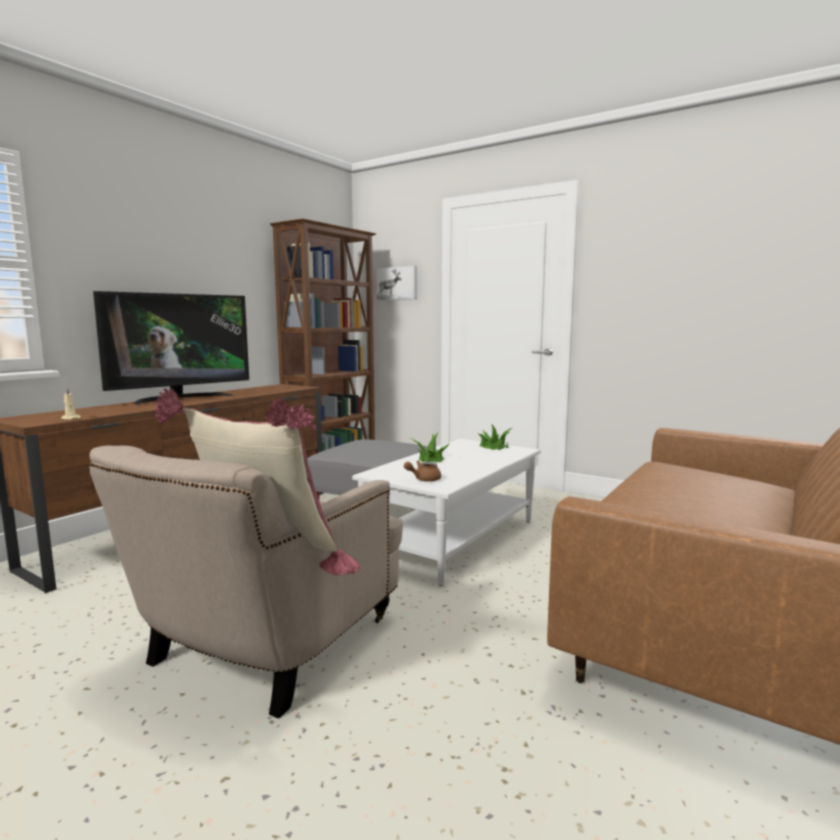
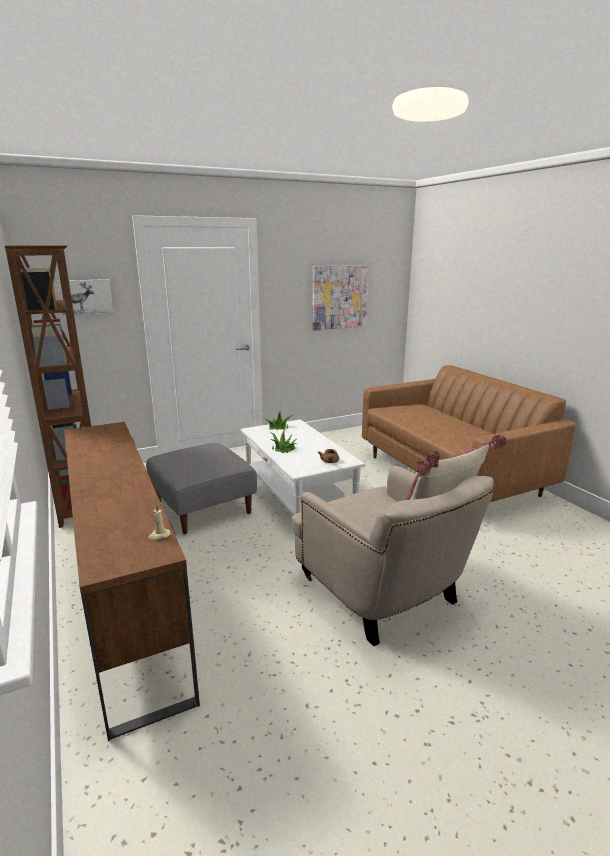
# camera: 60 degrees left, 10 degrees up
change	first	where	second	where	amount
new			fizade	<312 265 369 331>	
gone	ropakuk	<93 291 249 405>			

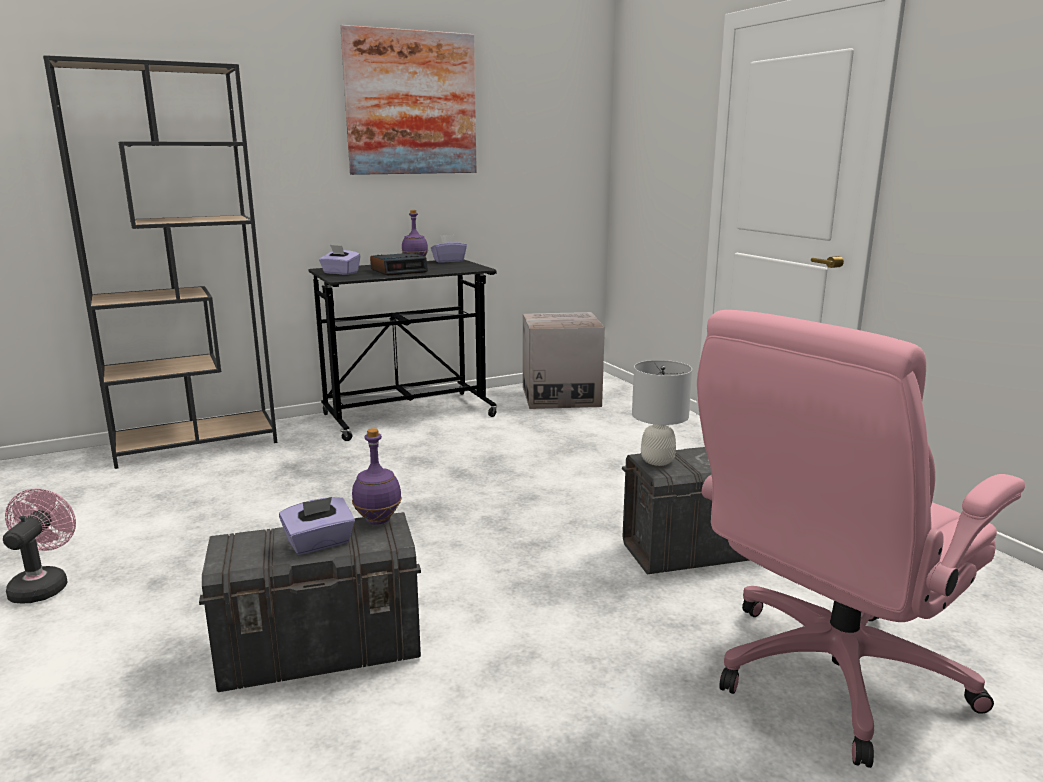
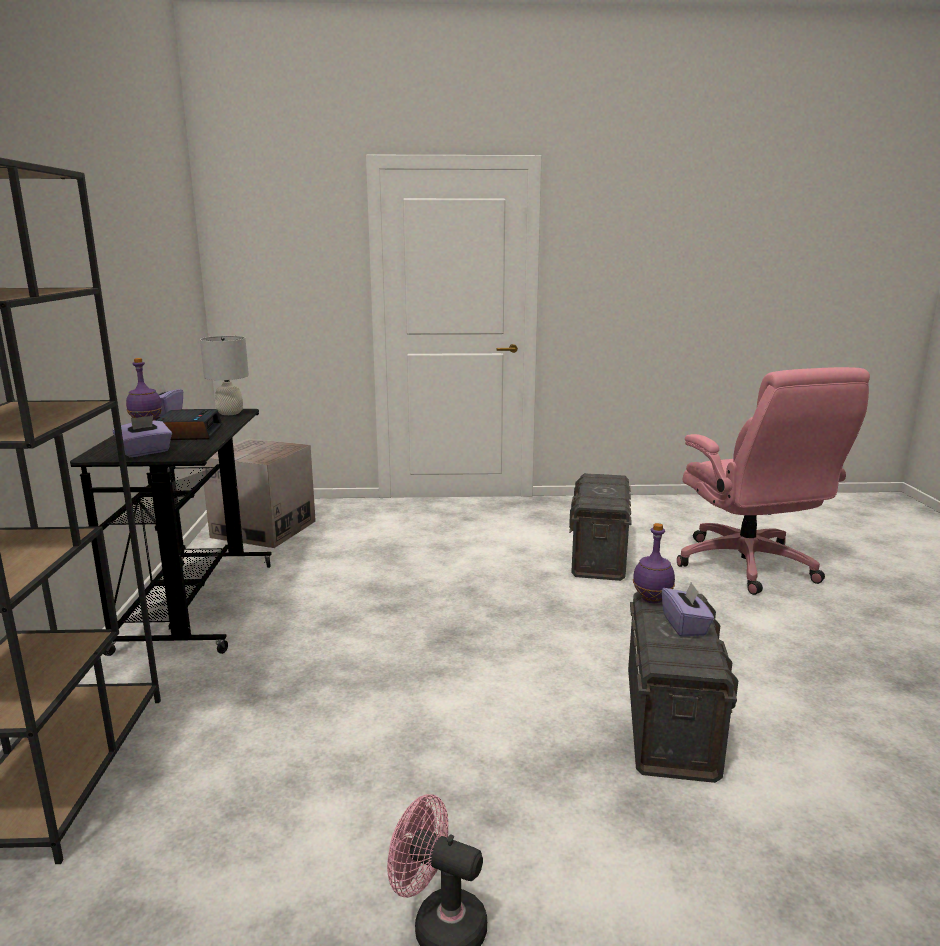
# camera: 65 degrees left, 0 degrees up
change	first	where	second	where	amount
shifted	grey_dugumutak	<632 360 692 466>		<200 336 249 416>	
gone	fizade	<340 25 477 175>			

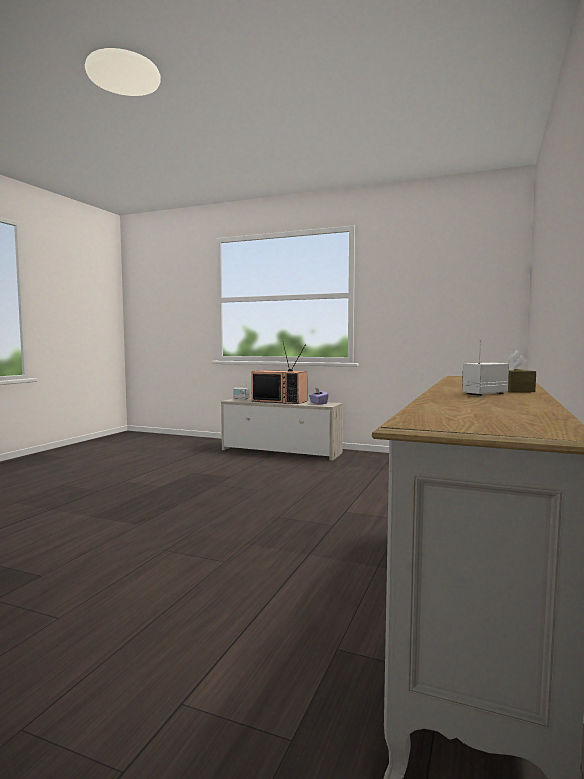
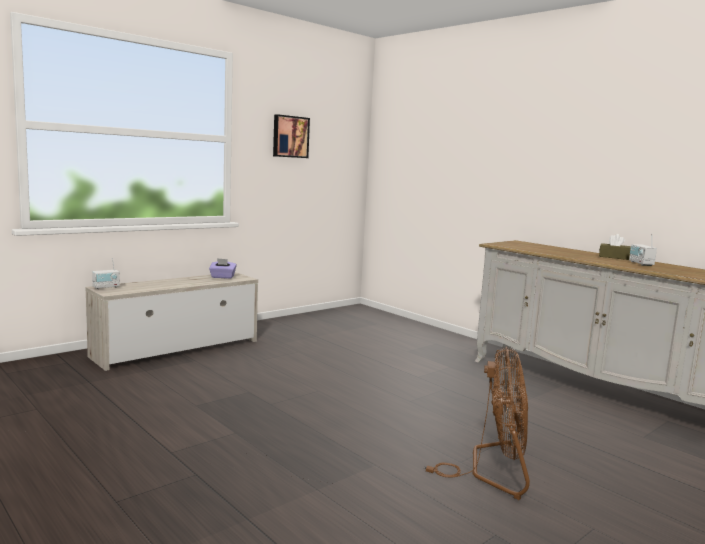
# camera: 65 degrees left, 5 degrees up
change	first	where	second	where	amount
new			fizade	<273 114 310 158>	
new			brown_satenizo	<424 347 530 500>	
gone	ropakuk	<251 341 308 404>			

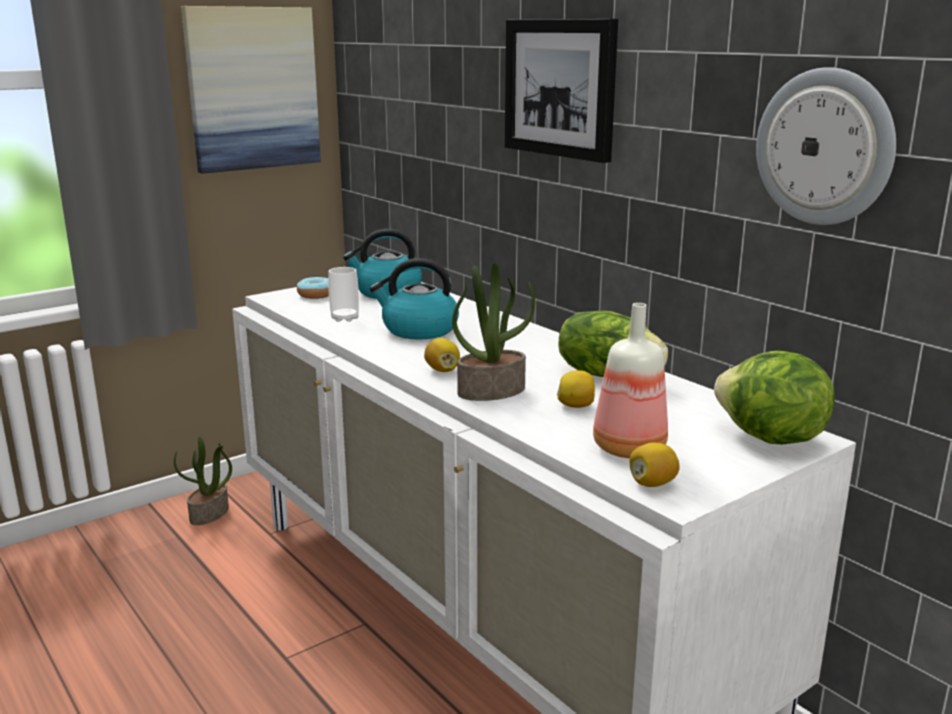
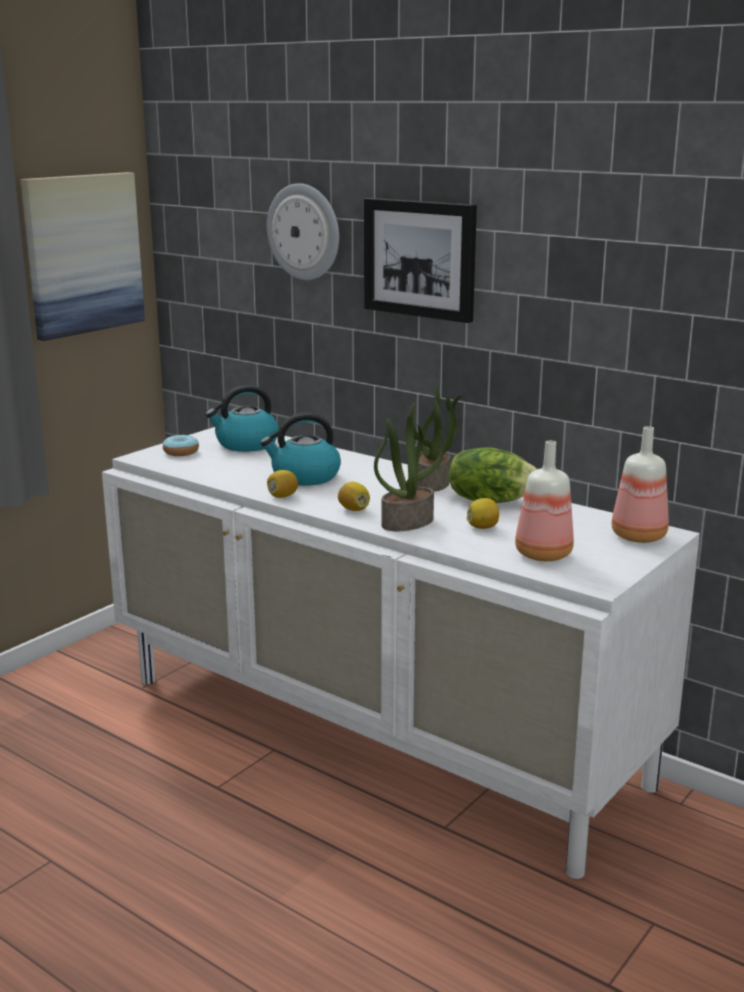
# camera: 15 degrees left, 0 degrees up
change	first	where	second	where	amount
shifted	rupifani	<756 67 896 225>		<267 183 339 280>	
shifted	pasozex	<629 443 680 487>		<267 470 298 498>	
shifted	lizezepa	<174 436 232 525>		<409 386 463 492>	
swapped	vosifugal	<714 351 835 445>	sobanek	<612 426 669 543>	
gone	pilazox	<328 267 359 322>			

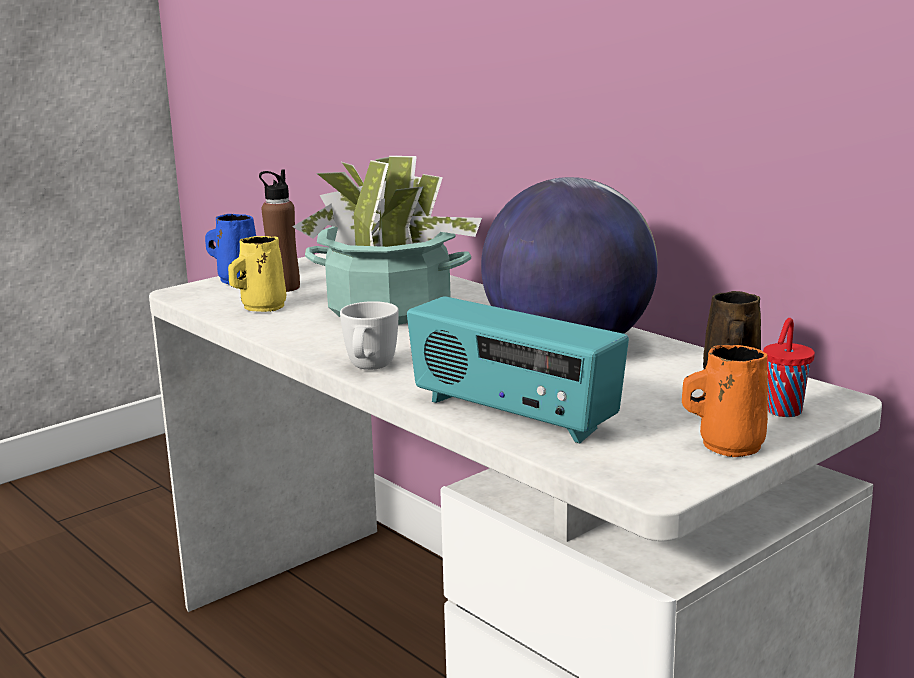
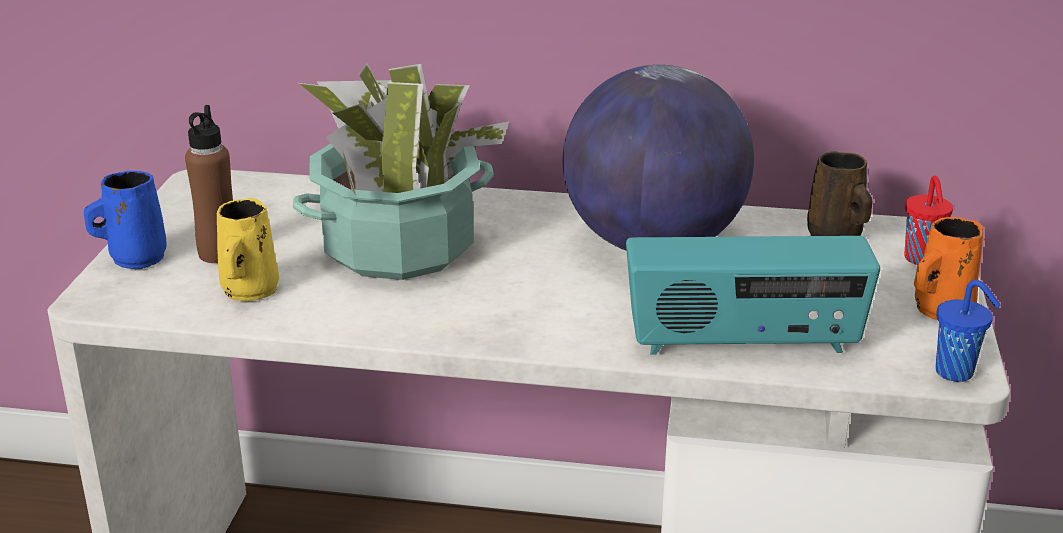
# camera: 40 degrees left, 10 degrees up
change	first	where	second	where	amount
new			blue_pilazox	<936 280 1001 382>	
gone	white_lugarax	<340 301 399 370>			

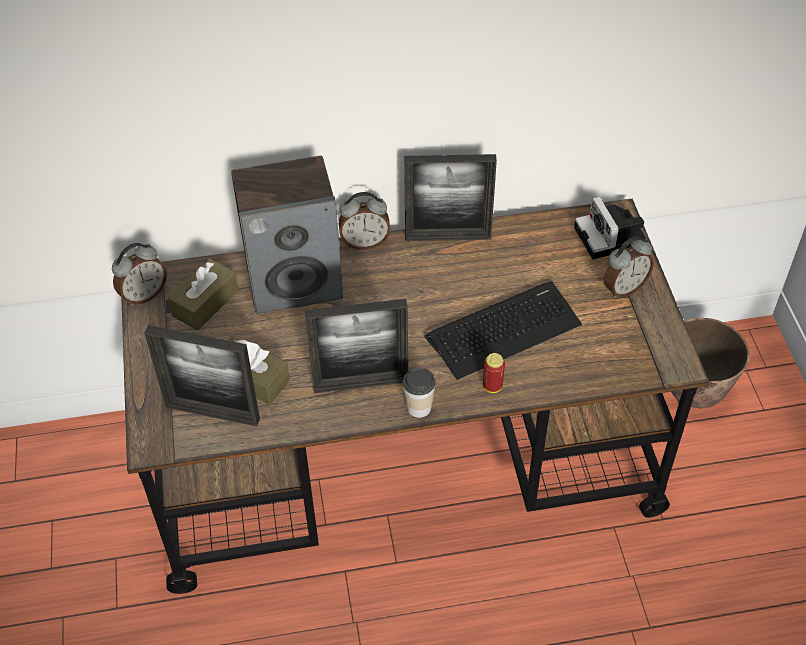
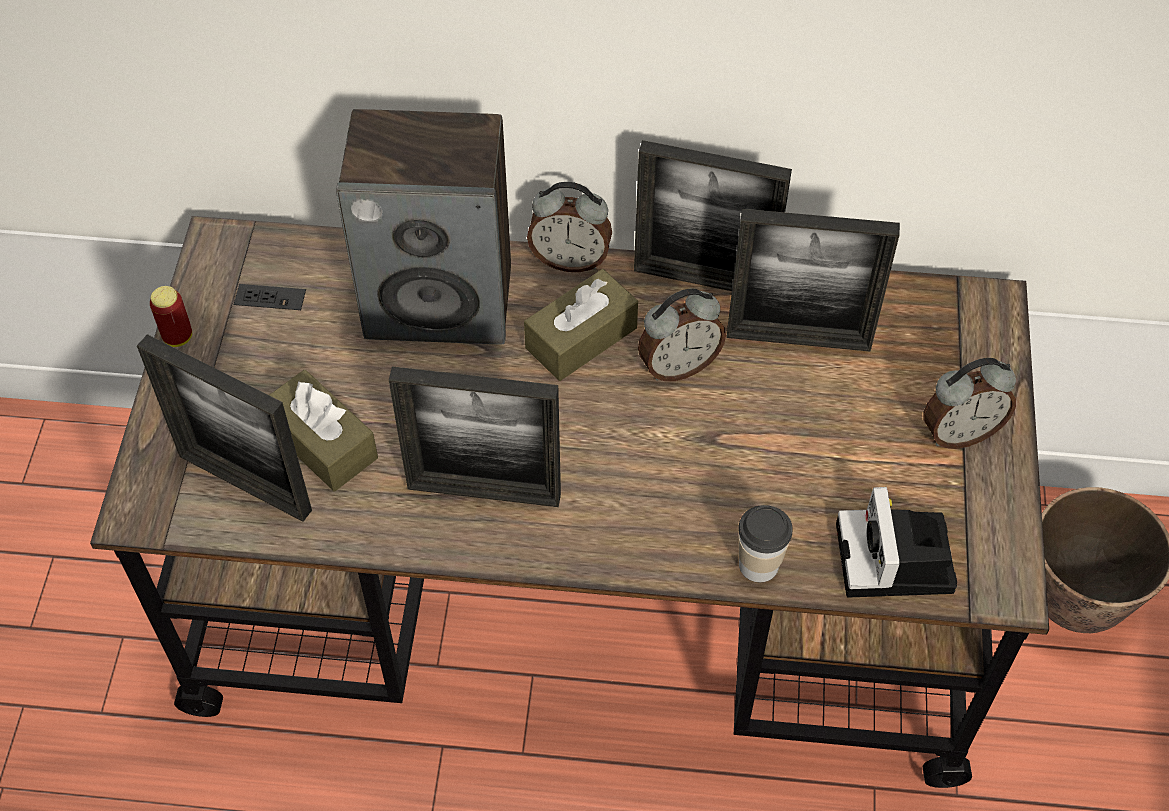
# camera: 15 degrees right, 5 degrees up
change	first	where	second	where	amount
shifted	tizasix	<483 353 505 393>		<150 286 192 347>	
shifted	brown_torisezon	<168 258 238 330>		<524 269 638 381>	
shifted	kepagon	<112 243 167 306>		<638 288 726 381>	
new			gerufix	<727 209 900 352>	
shifted	pilazox	<403 367 435 418>		<738 505 793 582>	
shifted	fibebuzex	<574 196 648 260>		<836 487 957 598>	
gone	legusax	<425 281 582 380>			

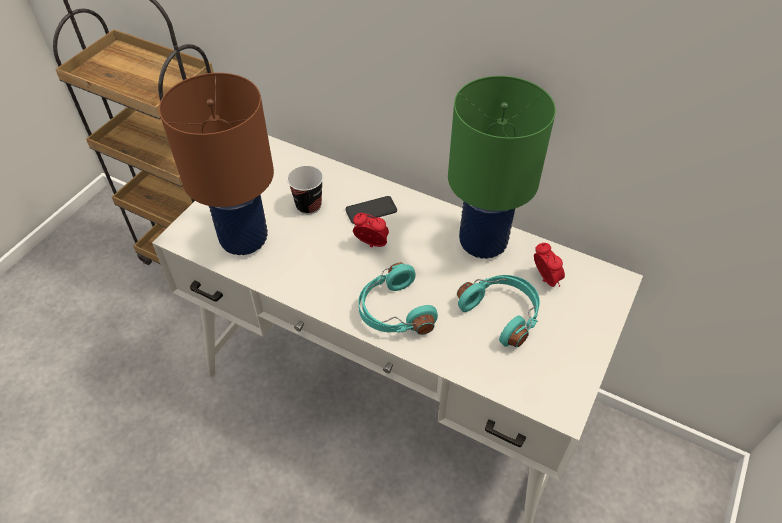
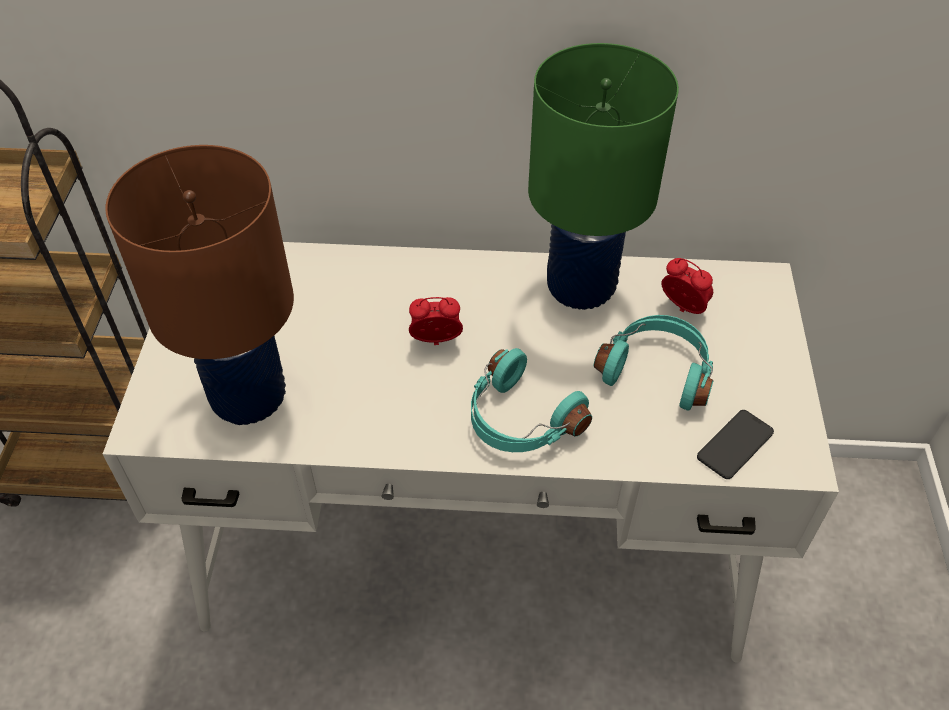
# camera: 25 degrees left, 0 degrees up
change	first	where	second	where	amount
shifted	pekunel	<345 196 397 224>		<697 410 774 479>	
gone	pilazox	<287 166 323 214>			

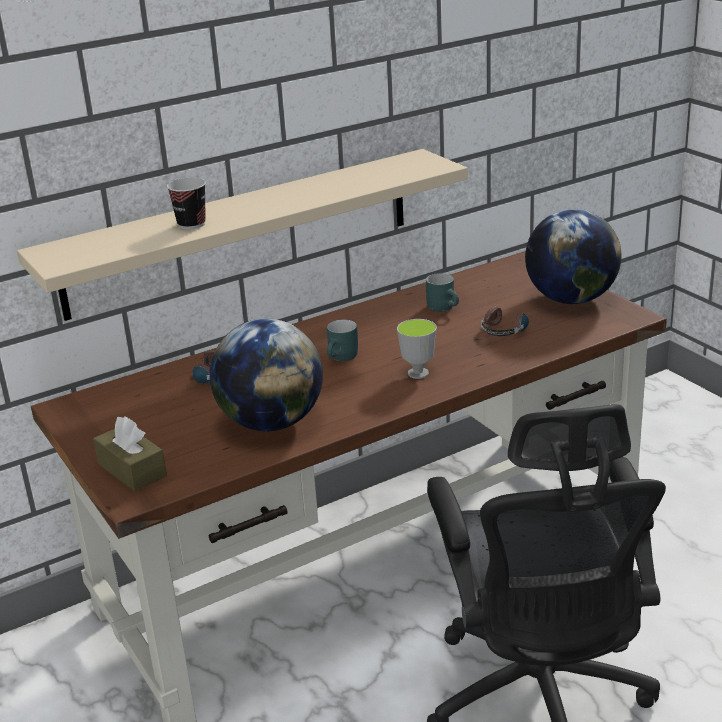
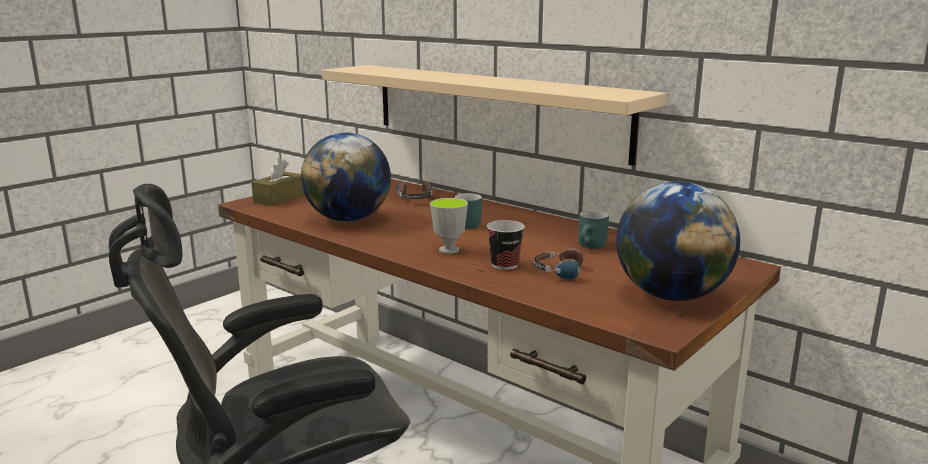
# camera: 70 degrees right, 10 degrees down
change	first	where	second	where	amount
shifted	pilazox	<167 177 206 230>		<487 220 525 270>	

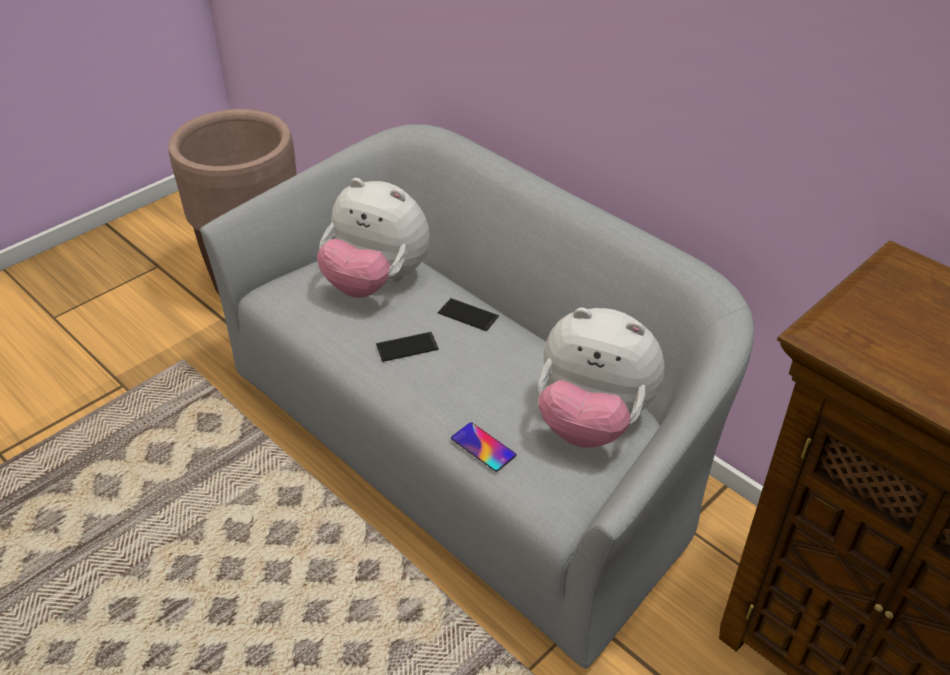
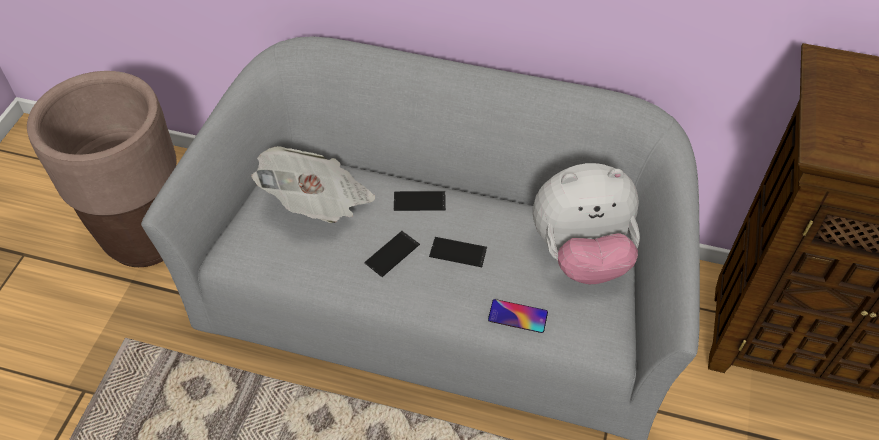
# camera: 30 degrees left, 10 degrees up
change	first	where	second	where	amount
swapped	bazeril	<317 178 430 298>	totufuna	<251 146 375 223>	
new			pekunel	<429 237 487 267>	

